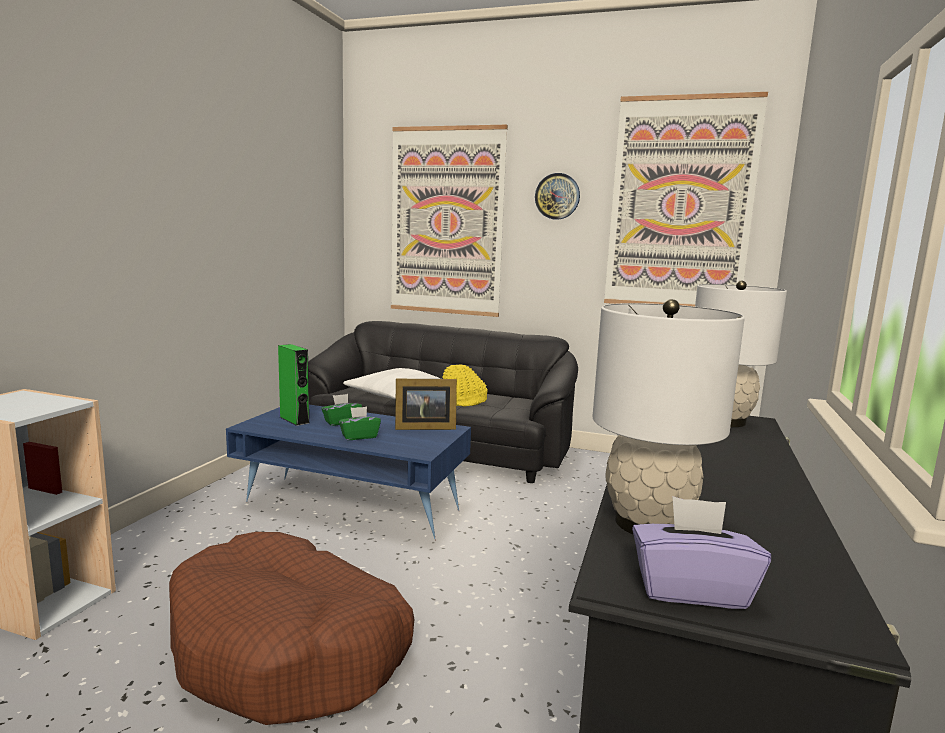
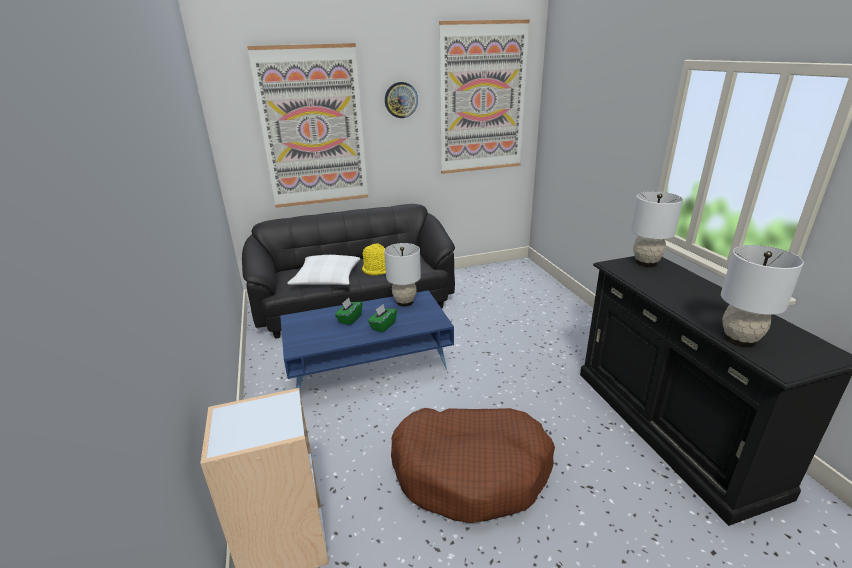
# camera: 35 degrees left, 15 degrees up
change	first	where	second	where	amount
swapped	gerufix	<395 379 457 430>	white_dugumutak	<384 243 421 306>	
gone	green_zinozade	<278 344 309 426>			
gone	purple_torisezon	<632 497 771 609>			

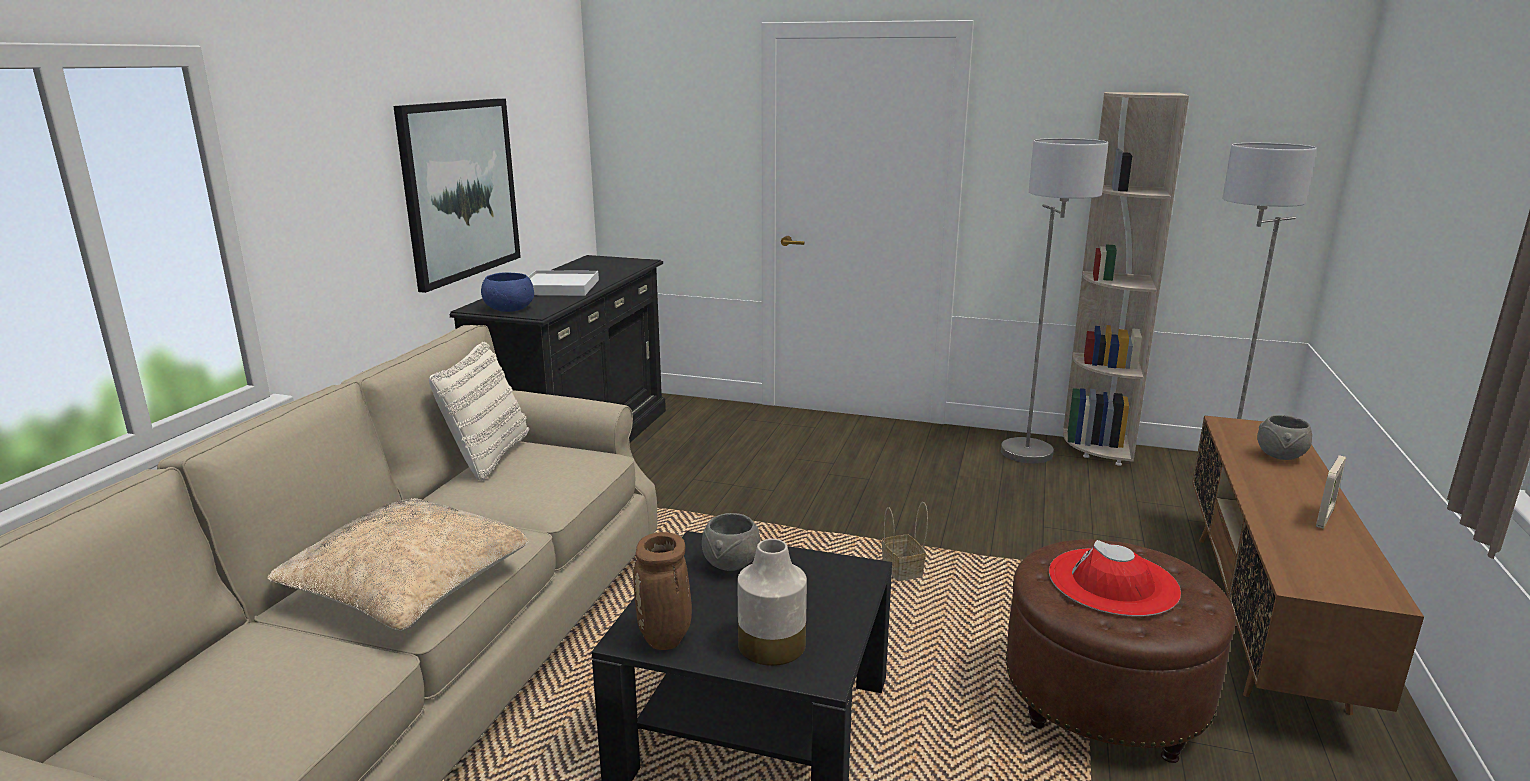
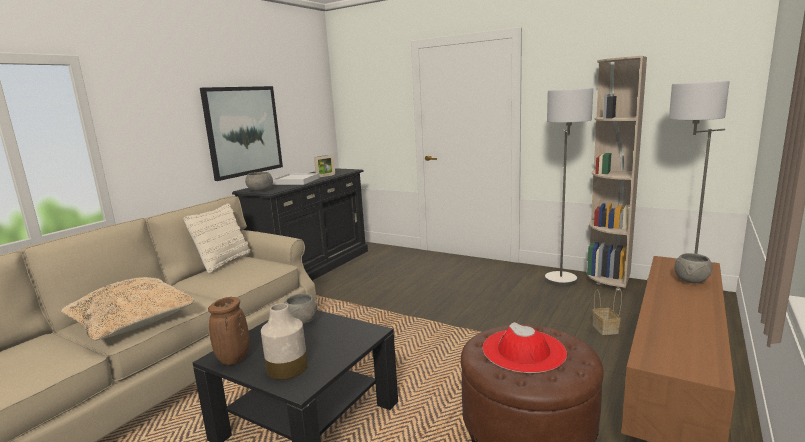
# camera: 15 degrees right, 5 degrees down
change	first	where	second	where	amount
repainted	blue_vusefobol	<481 273 534 312>	grey_vusefobol	<245 172 273 191>	
shifted	gerufix	<1316 455 1346 529>		<314 155 335 177>	
shifted	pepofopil	<882 502 928 581>		<592 288 622 335>	

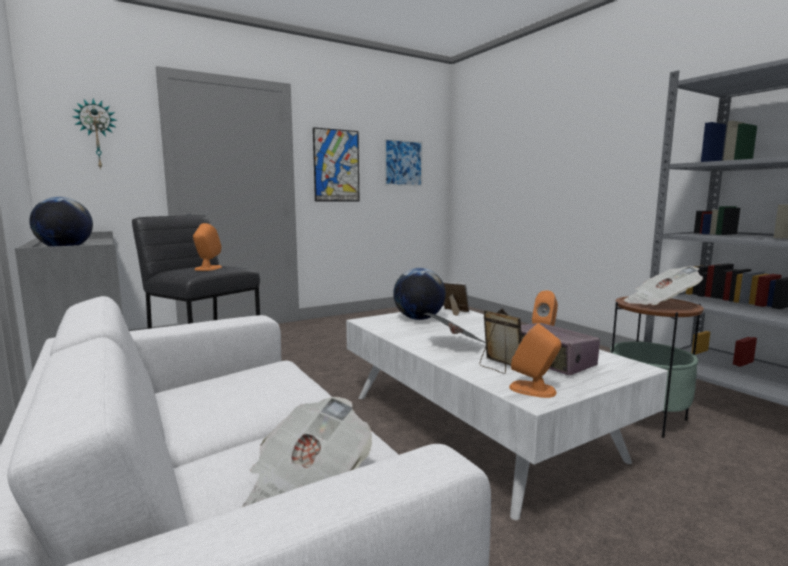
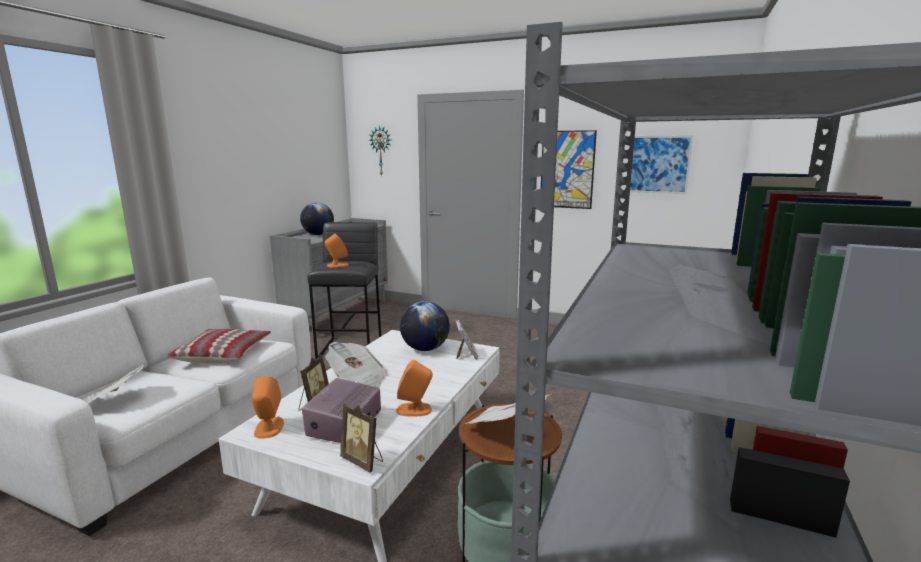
# camera: 55 degrees right, 5 degrees up
change	first	where	second	where	amount
new			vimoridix	<166 329 271 364>	
new			gerufix	<340 404 383 473>	

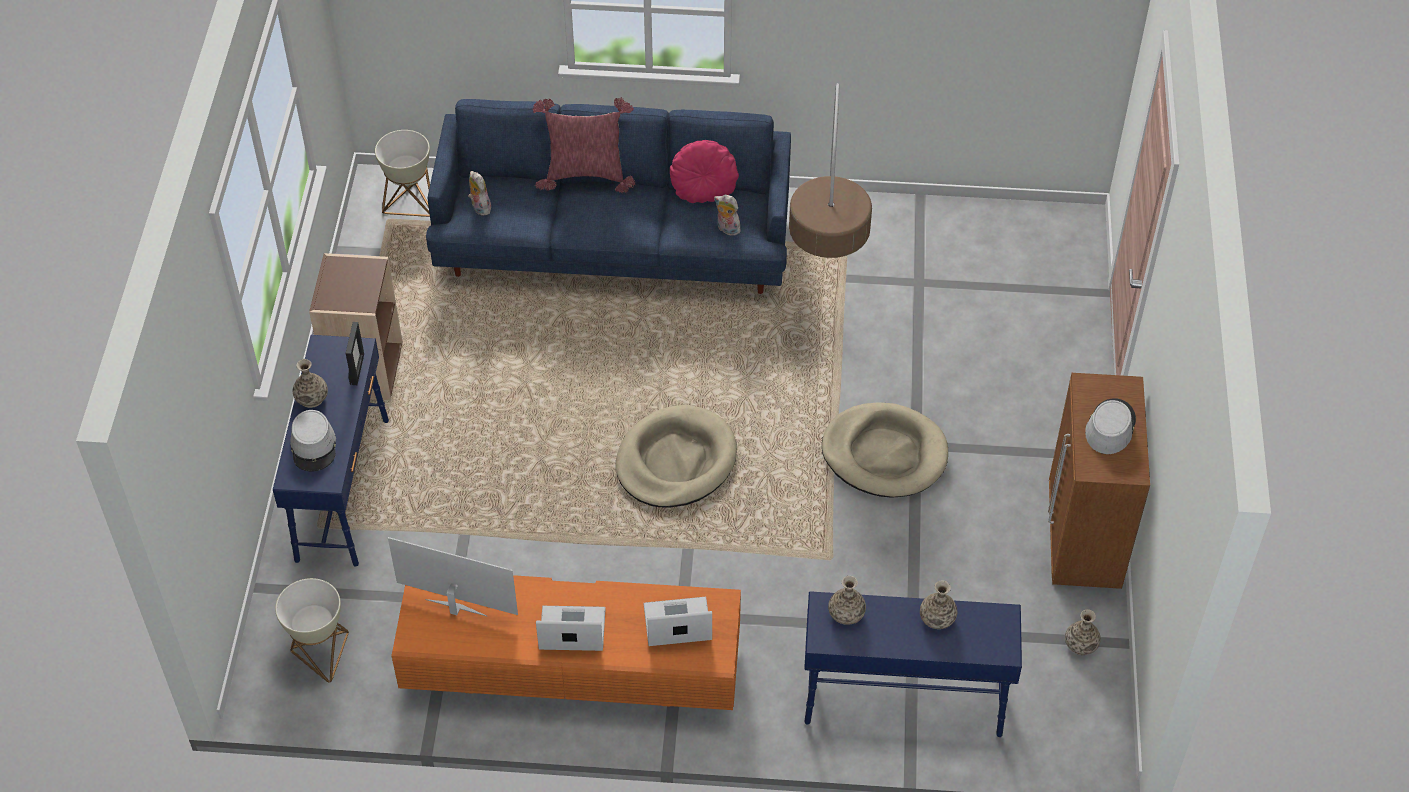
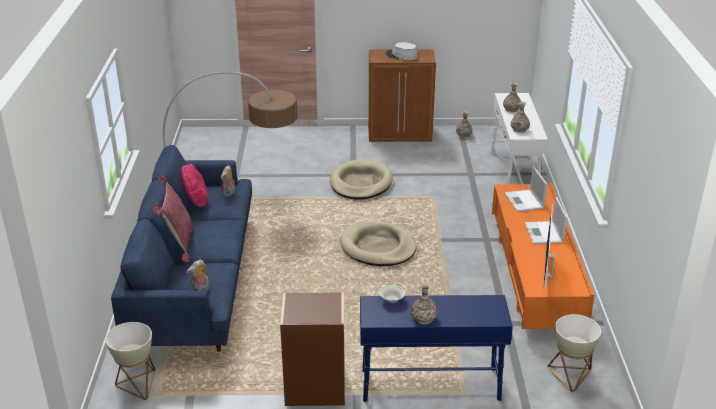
# camera: 95 degrees left, 20 degrees down
change	first	where	second	where	amount
swapped	gerufix	<346 322 364 385>	white_vusefobol	<379 285 405 303>	
repainted	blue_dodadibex	<804 591 1022 737>	white_dodadibex	<490 93 548 184>	
gone	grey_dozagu	<290 410 336 472>			

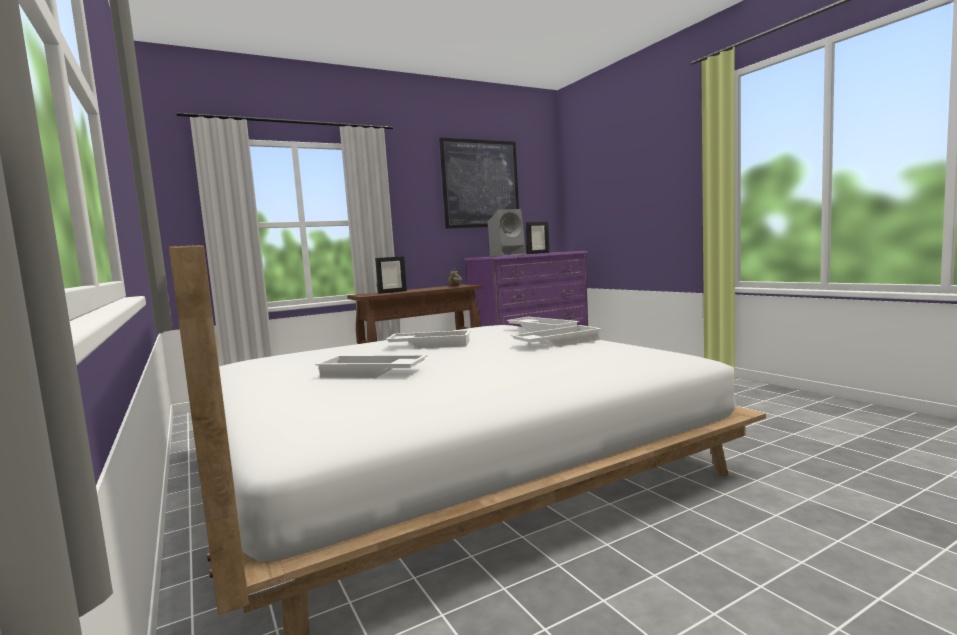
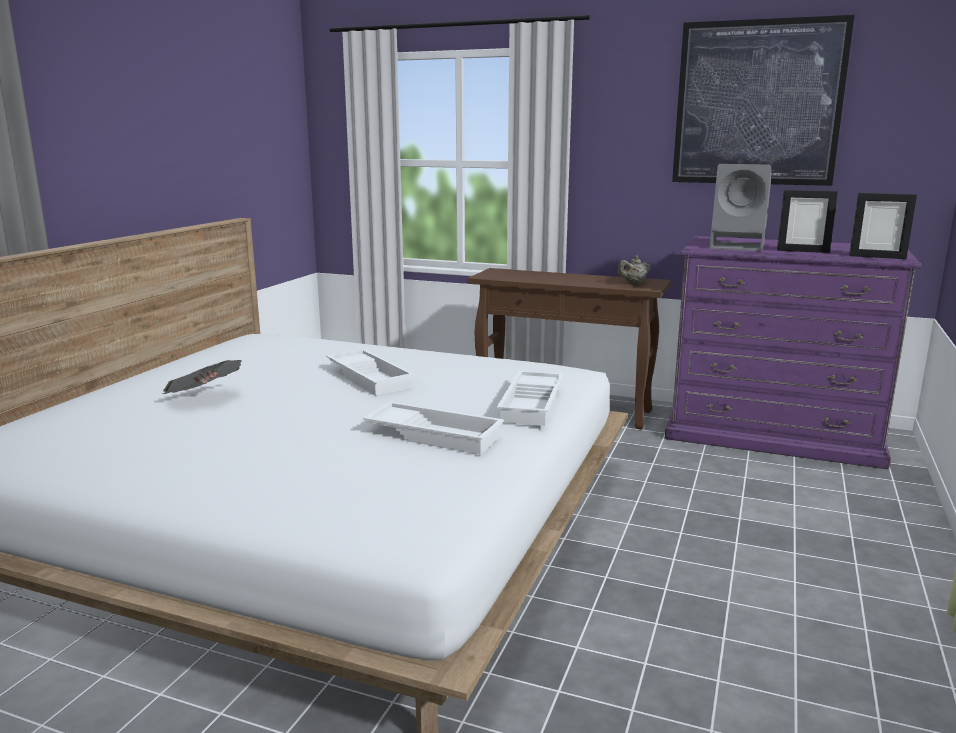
# camera: 50 degrees right, 10 degrees up
change	first	where	second	where	amount
swapped	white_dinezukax	<315 355 427 378>	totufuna	<163 360 242 394>	
shifted	gerufix	<375 256 407 294>		<849 193 917 259>	

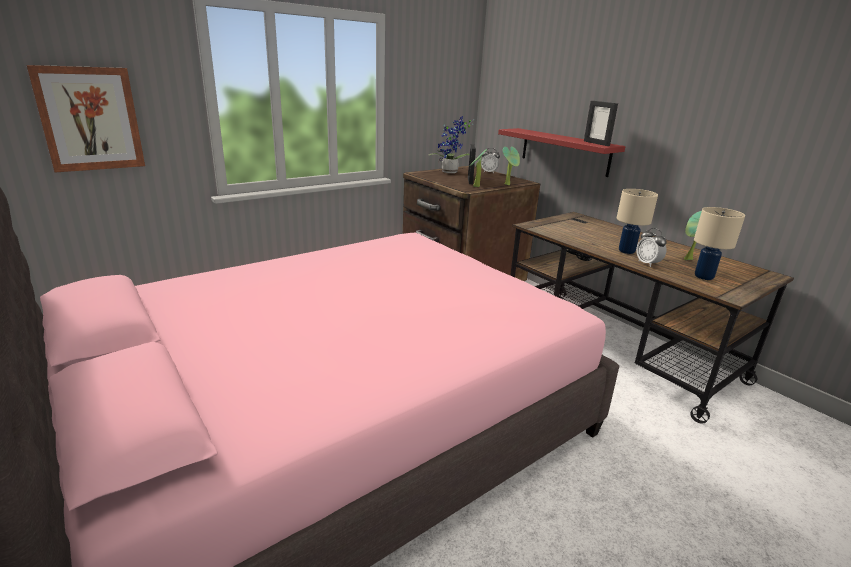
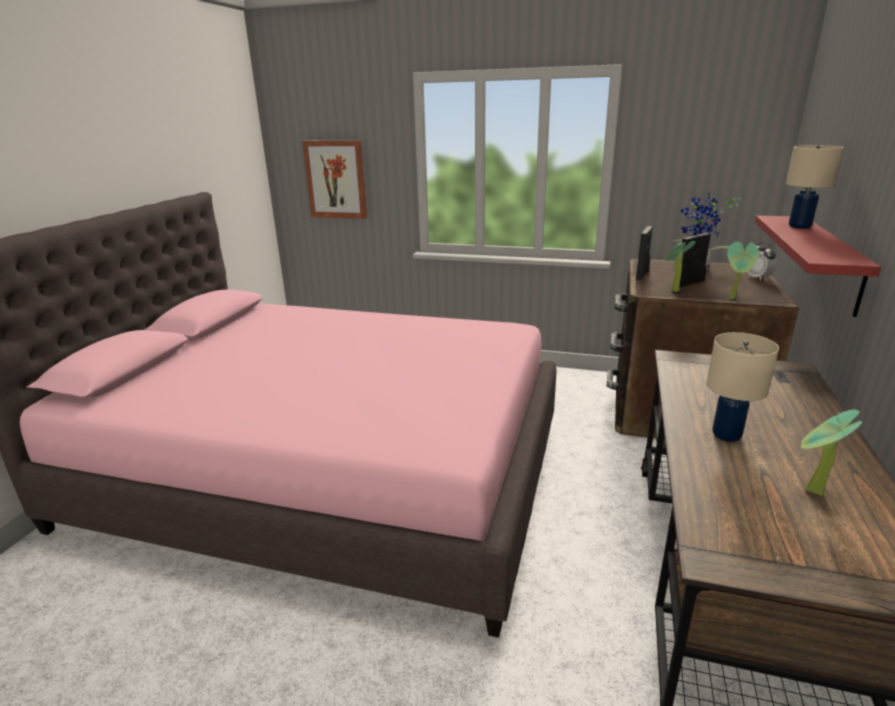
# camera: 55 degrees right, 0 degrees up
change	first	where	second	where	amount
shifted	gerufix	<584 101 618 146>		<636 226 653 280>	
shifted	beige_dugumutak	<694 207 745 280>		<786 145 844 229>	
gone	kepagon	<636 228 667 267>			

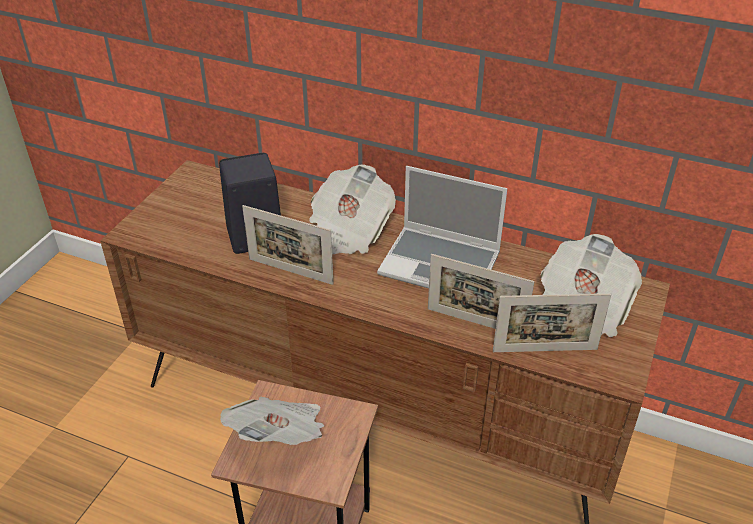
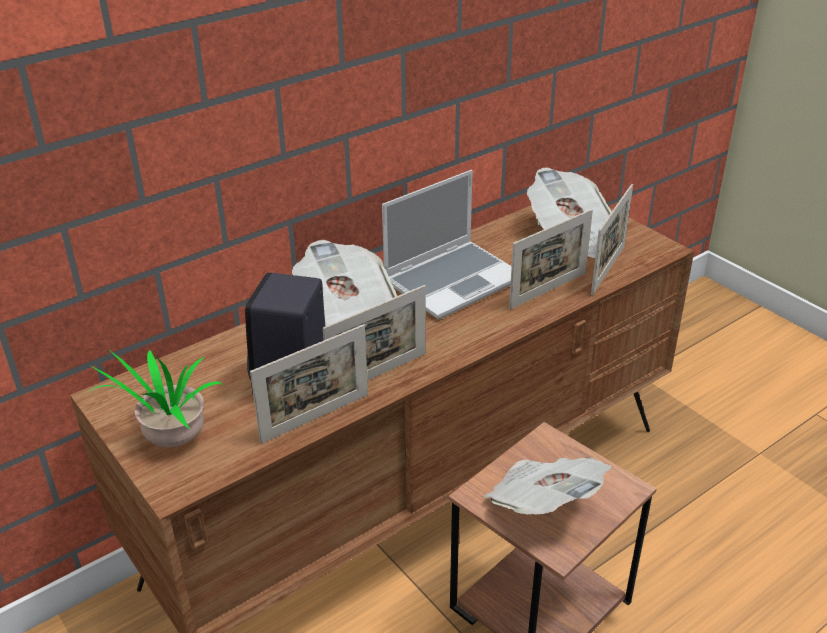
# camera: 60 degrees left, 5 degrees down
change	first	where	second	where	amount
new			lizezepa	<90 350 224 447>	
new			gerufix	<250 324 368 443>	

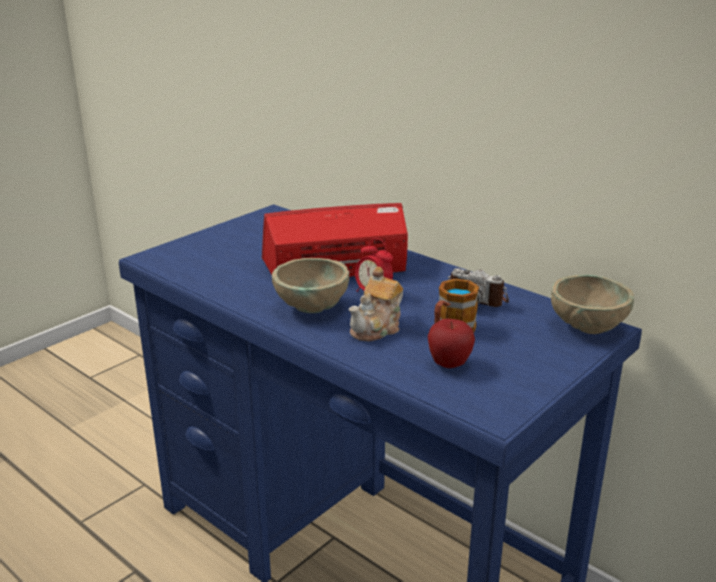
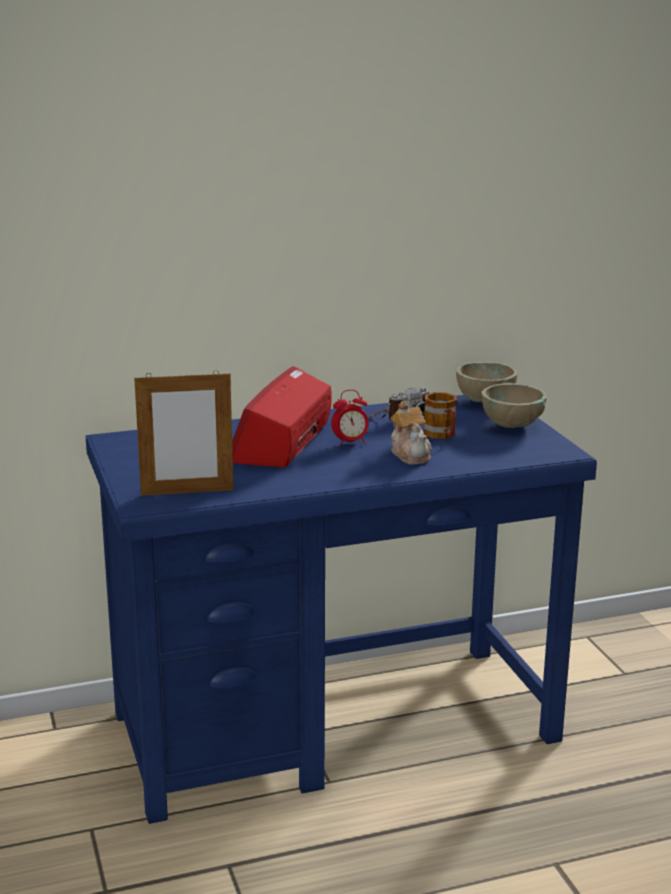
# camera: 60 degrees left, 5 degrees down
change	first	where	second	where	amount
new			gerufix	<134 370 233 496>	
shifted	beige_vusefobol	<272 258 349 313>		<481 383 547 428>	
gone	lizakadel	<428 319 475 368>			

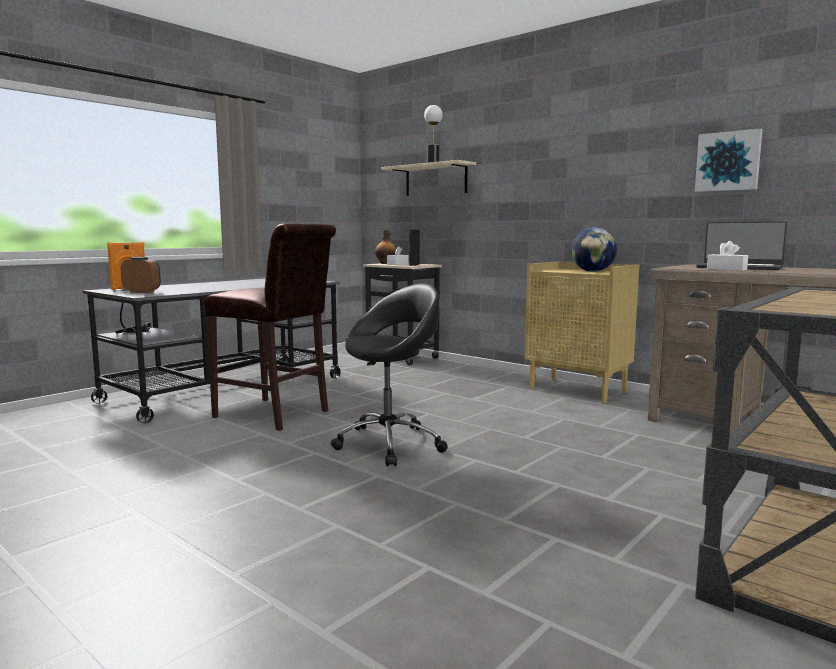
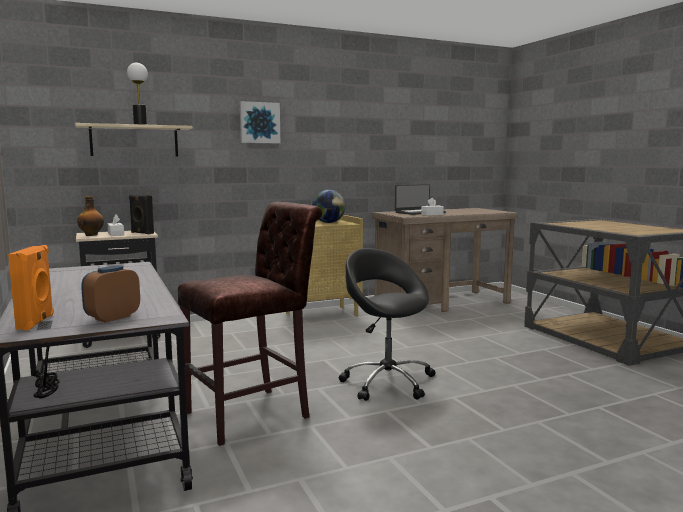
# camera: 65 degrees left, 0 degrees up
change	first	where	second	where	amount
shifted	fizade	<695 129 763 192>		<240 101 280 143>	
rotated	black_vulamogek	<331 283 448 466>		<339 248 436 401>	45 degrees counterclockwise

